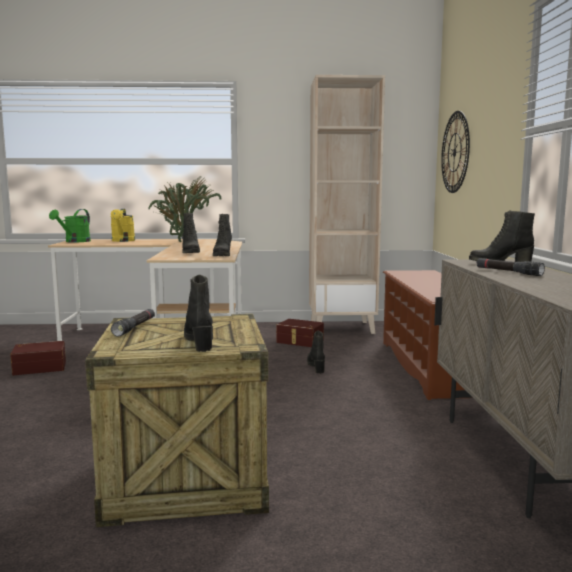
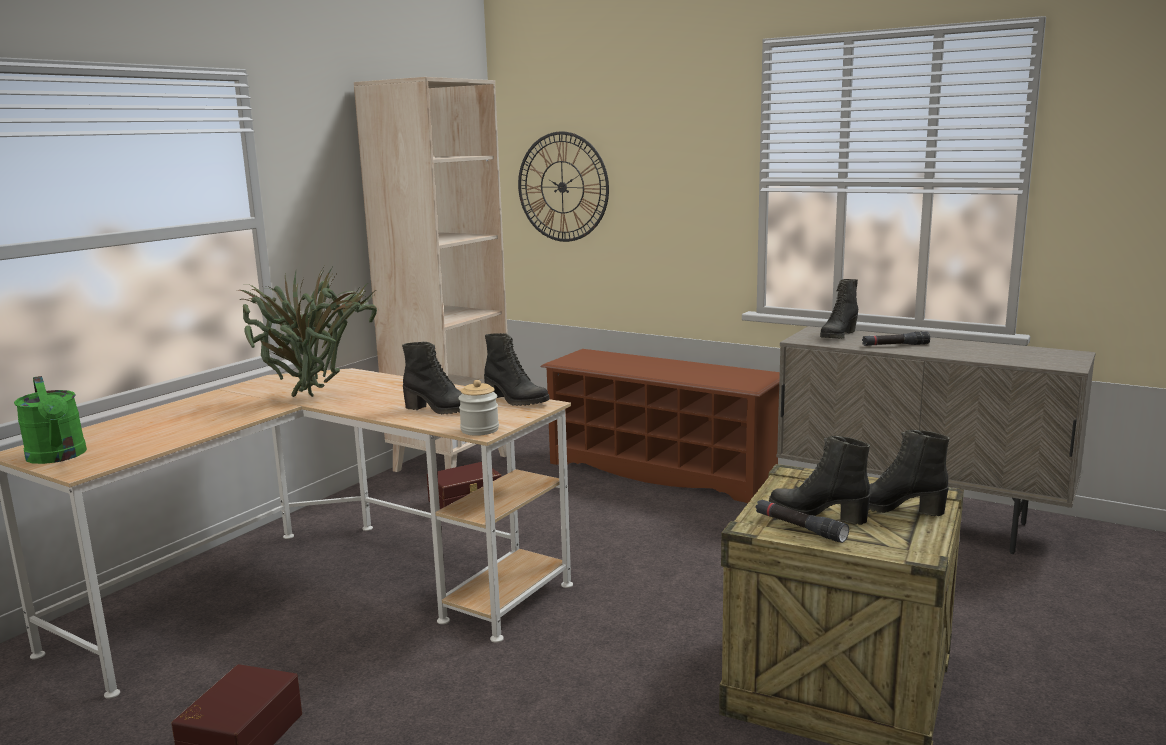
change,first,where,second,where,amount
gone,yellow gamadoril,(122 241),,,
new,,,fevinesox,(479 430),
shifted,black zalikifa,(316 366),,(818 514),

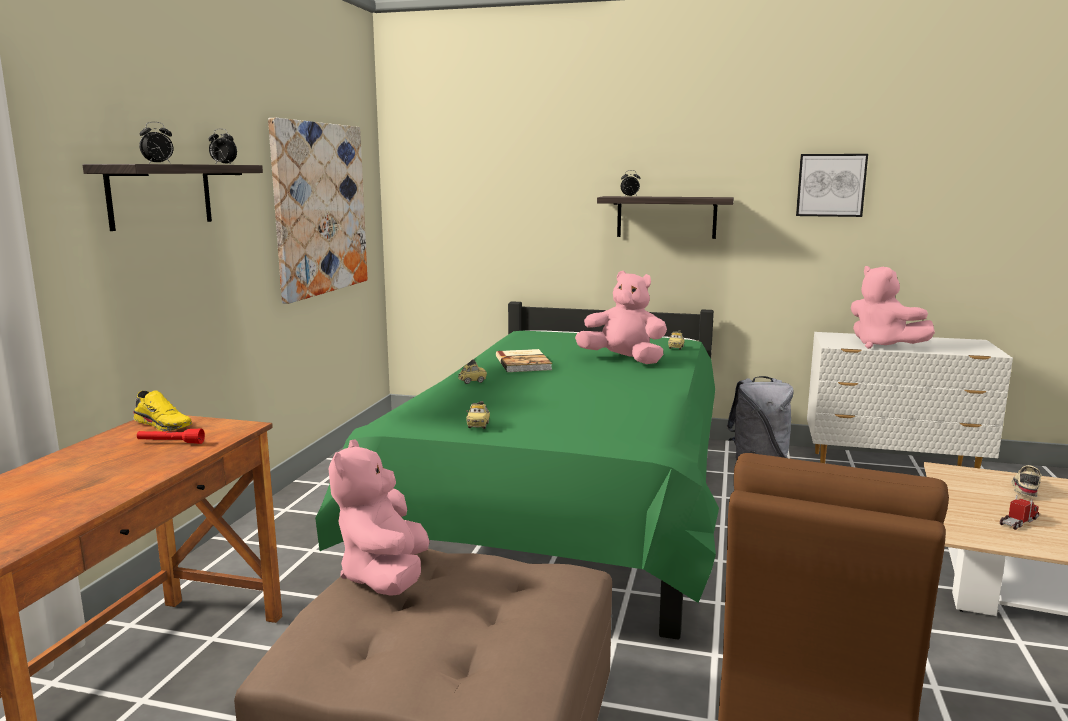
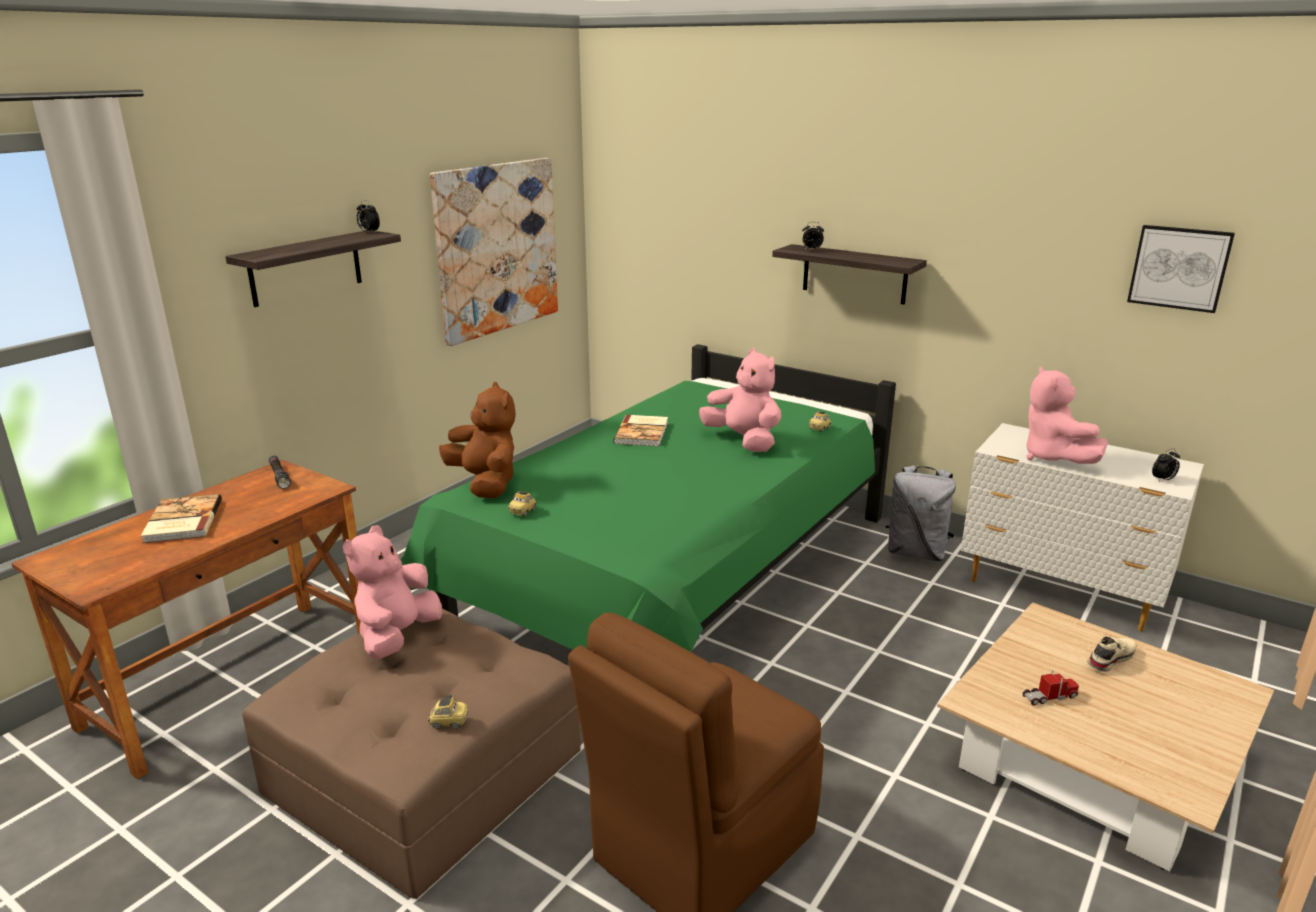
change,first,where,second,where,amount
gone,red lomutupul,(170 442),,,
new,,,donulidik,(181 521),
new,,,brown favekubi,(485 484),
shifted,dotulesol,(159 163),,(1163 480),
shifted,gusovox,(472 381),,(449 722),
shifted,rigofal,(831 185),,(1179 268),
swapped,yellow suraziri,(164 425),black lomutupul,(279 476),

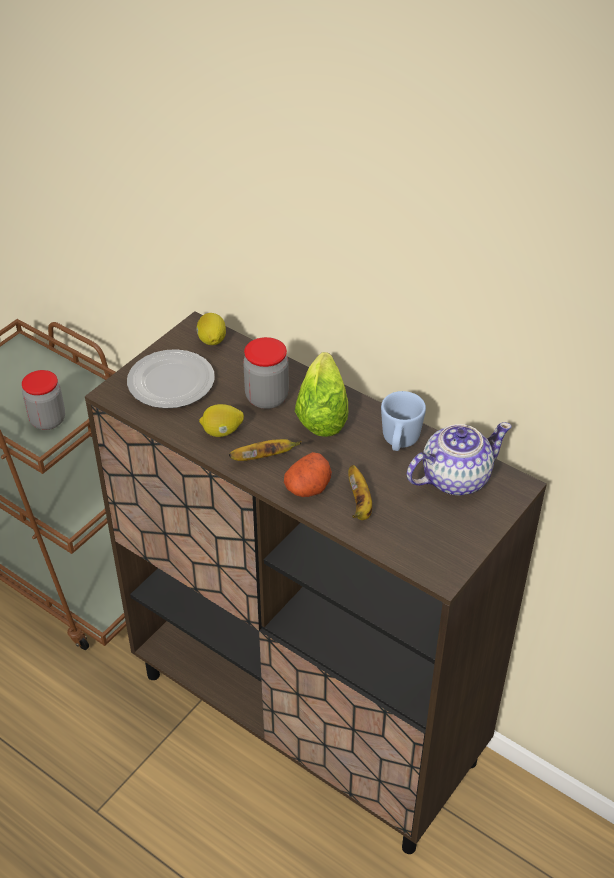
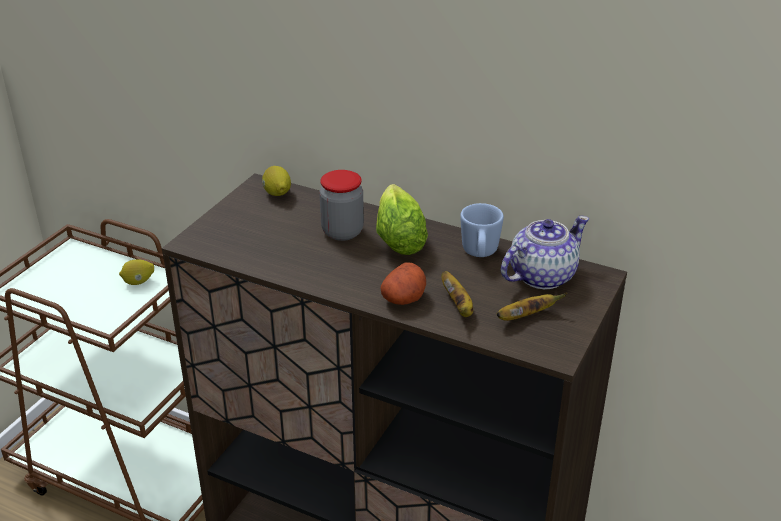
change,first,where,second,where,amount
gone,fevinesox,(47 420),,,
gone,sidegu,(171 382),,,
shifted,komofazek,(222 432),,(138 282),
shifted,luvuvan,(263 457),,(526 316),

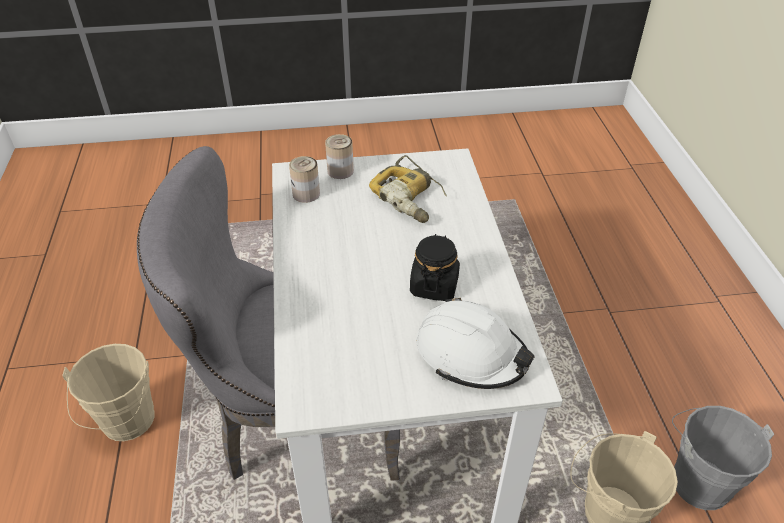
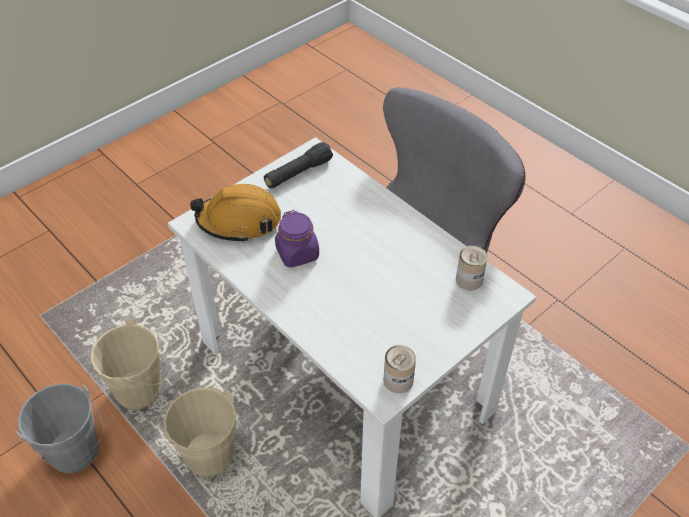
change,first,where,second,where,amount
gone,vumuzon,(411 197),,,
new,,,black lomutupul,(298 173),
shifted,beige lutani,(127 424),,(206 451),
shifted,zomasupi,(340 171),,(398 380),
repainted,black fevinesox,(434 286),purple fevinesox,(297 253),
repainted,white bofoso,(471 354),orange bofoso,(239 221),

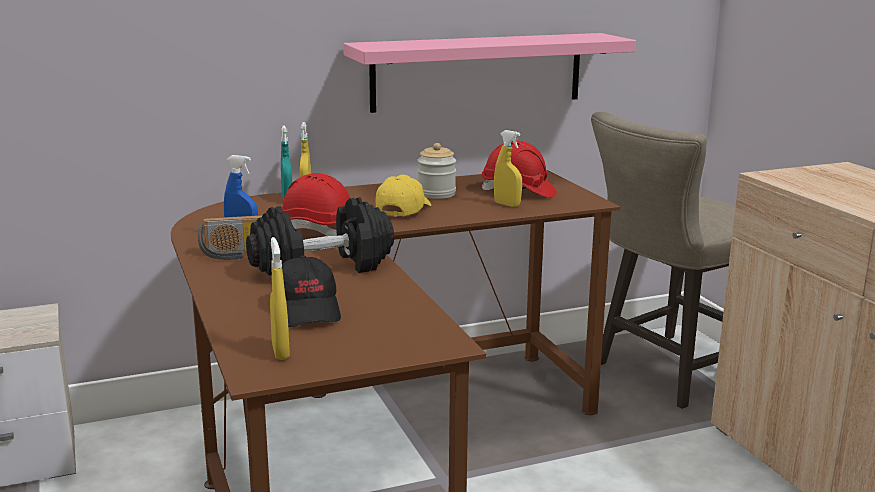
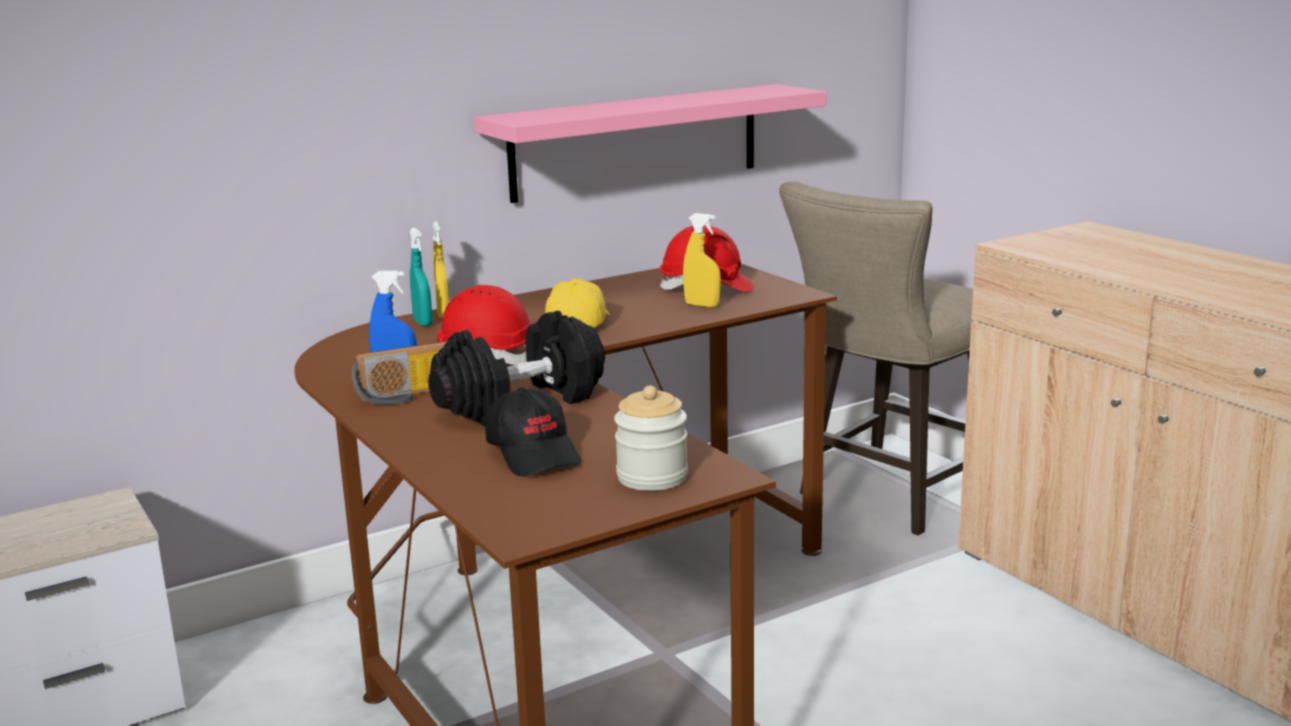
change,first,where,second,where,amount
gone,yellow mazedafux,(280 351),,,
shifted,fevinesox,(436 194),,(652 477),

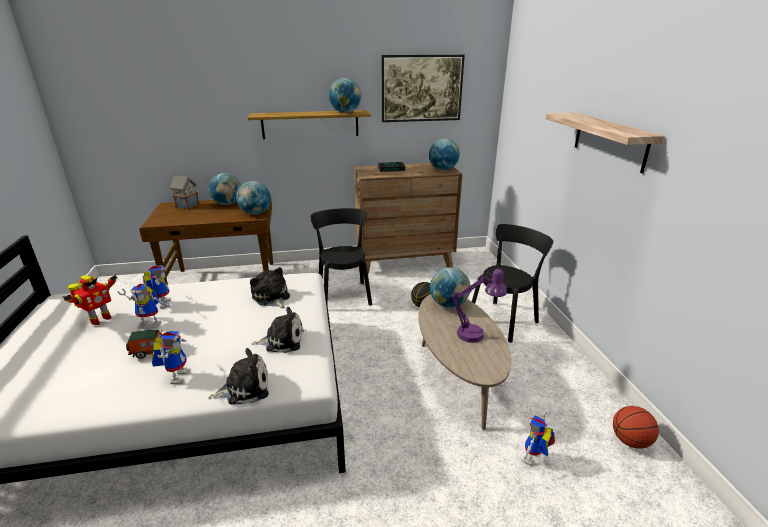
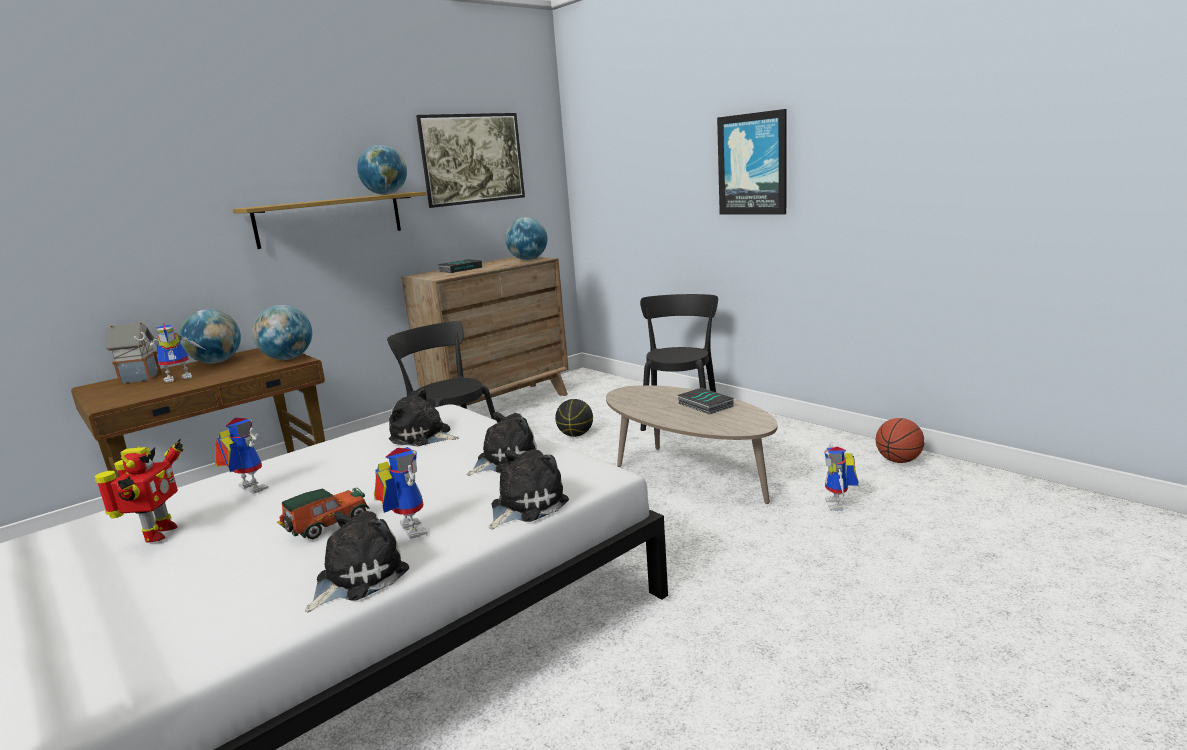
change,first,where,second,where,amount
gone,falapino,(448 304),,,
new,,,favekubi,(357 578),
shifted,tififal,(153 323),,(180 378),
swapped,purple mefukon,(476 334),donulidik,(704 405),
swapped,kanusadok,(609 141),rigofal,(752 164),

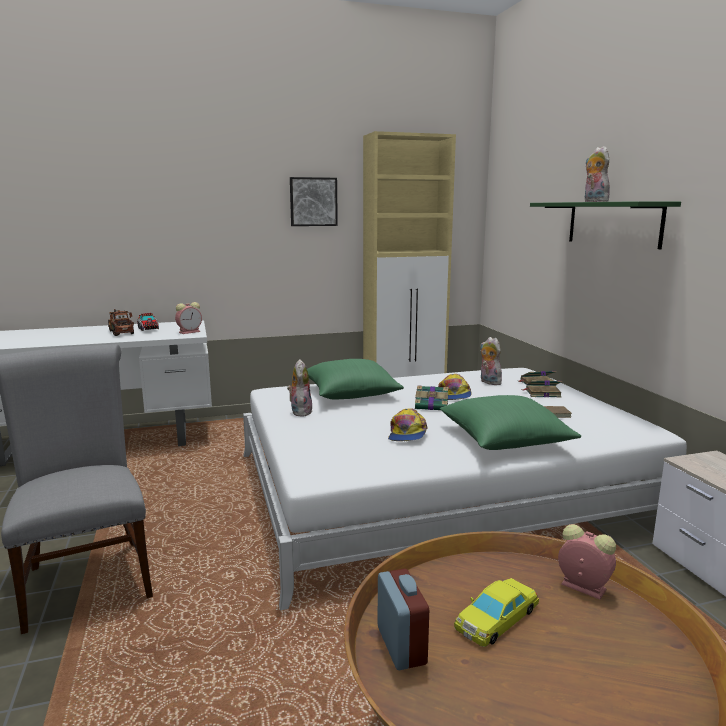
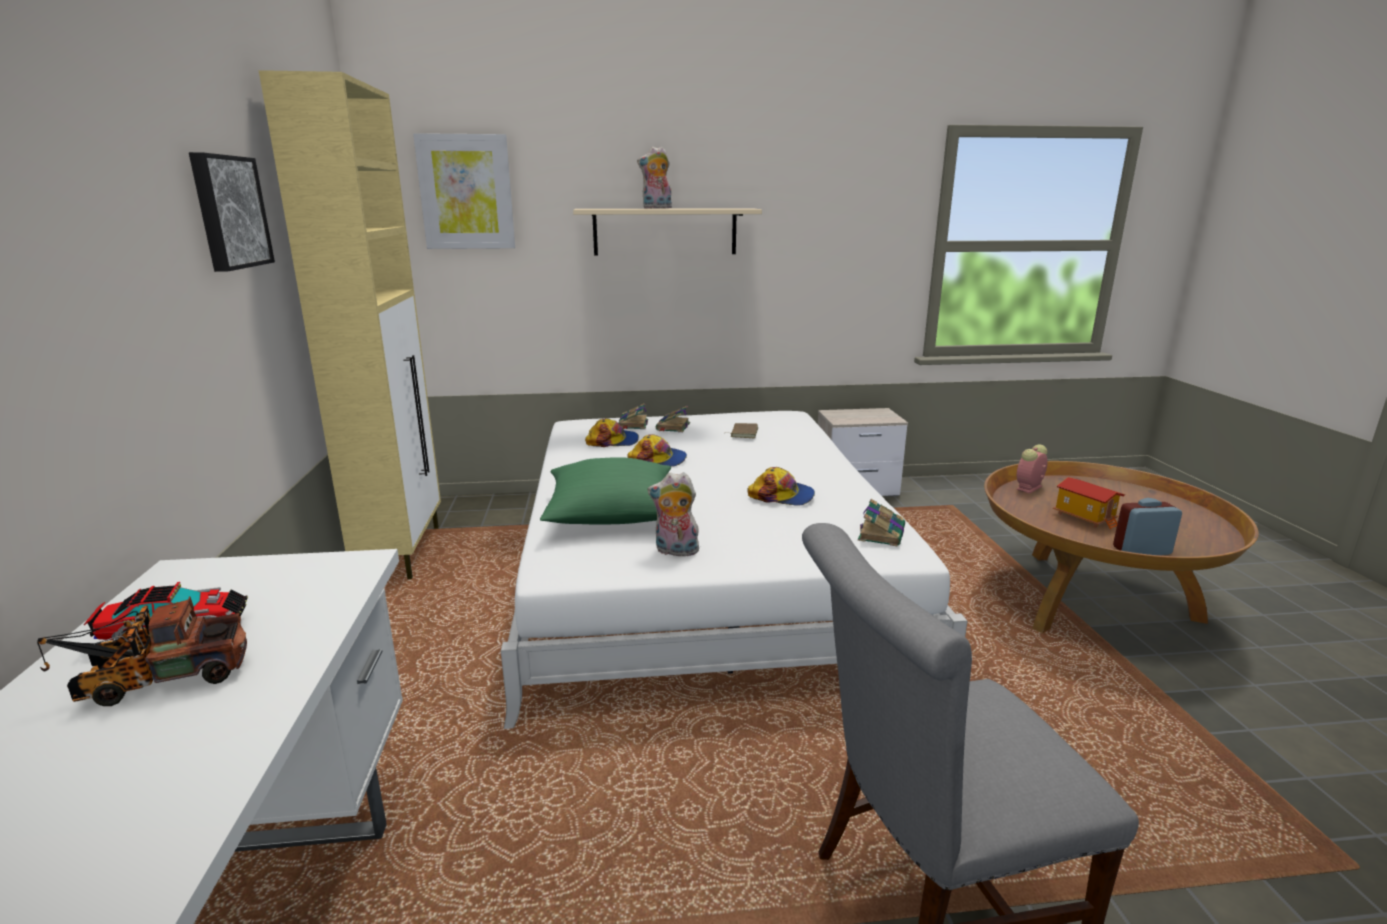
change,first,where,second,where,amount
gone,dotulesol,(190 332),,,
gone,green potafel,(504 440),,,
new,,,rigofal,(466 192),
shifted,donulidik,(432 406),,(881 533),
swapped,yellow gusovox,(496 618),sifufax,(1085 518),
swapped,favekubi,(488 382),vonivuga,(613 441),
repainted,green kanusadok,(613 223),beige kanusadok,(665 231),

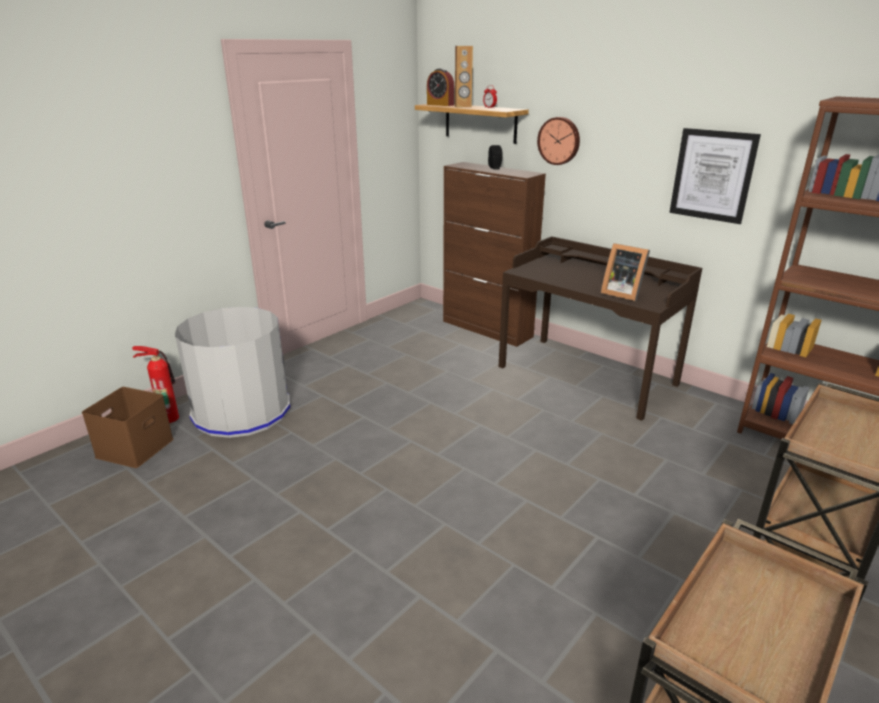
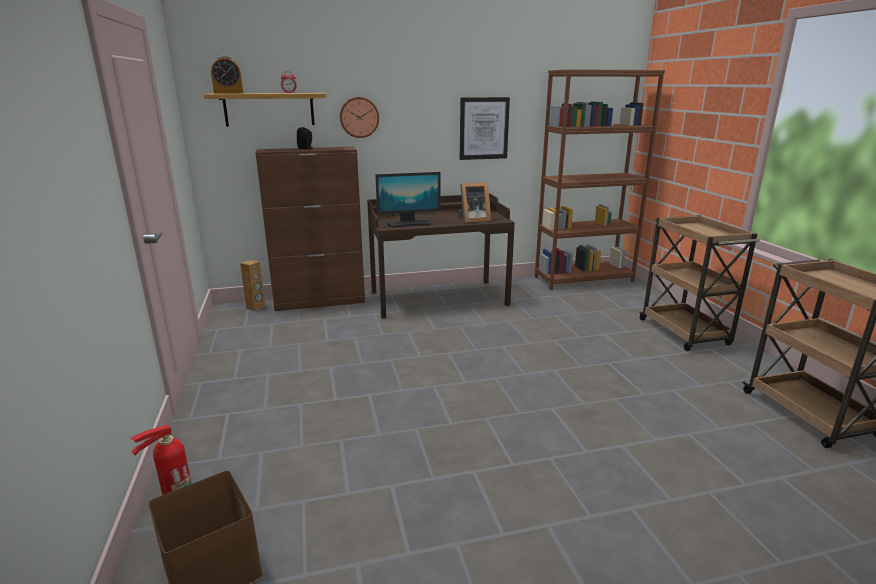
change,first,where,second,where,amount
gone,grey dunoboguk,(242 411),,,
new,,,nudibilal,(409 224),
shifted,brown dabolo,(463 107),,(256 307),

